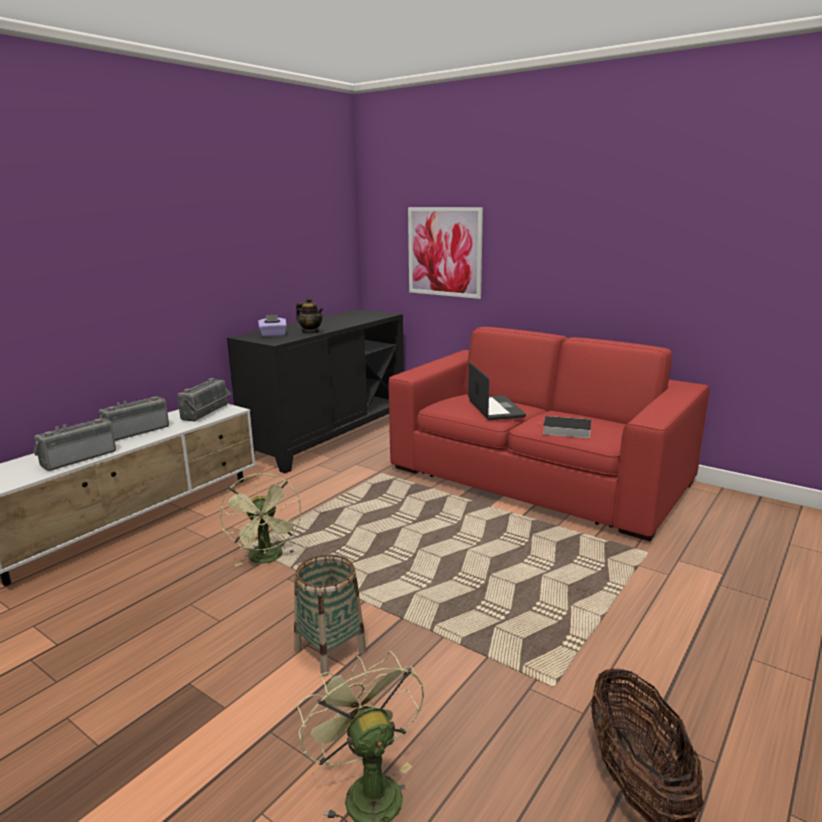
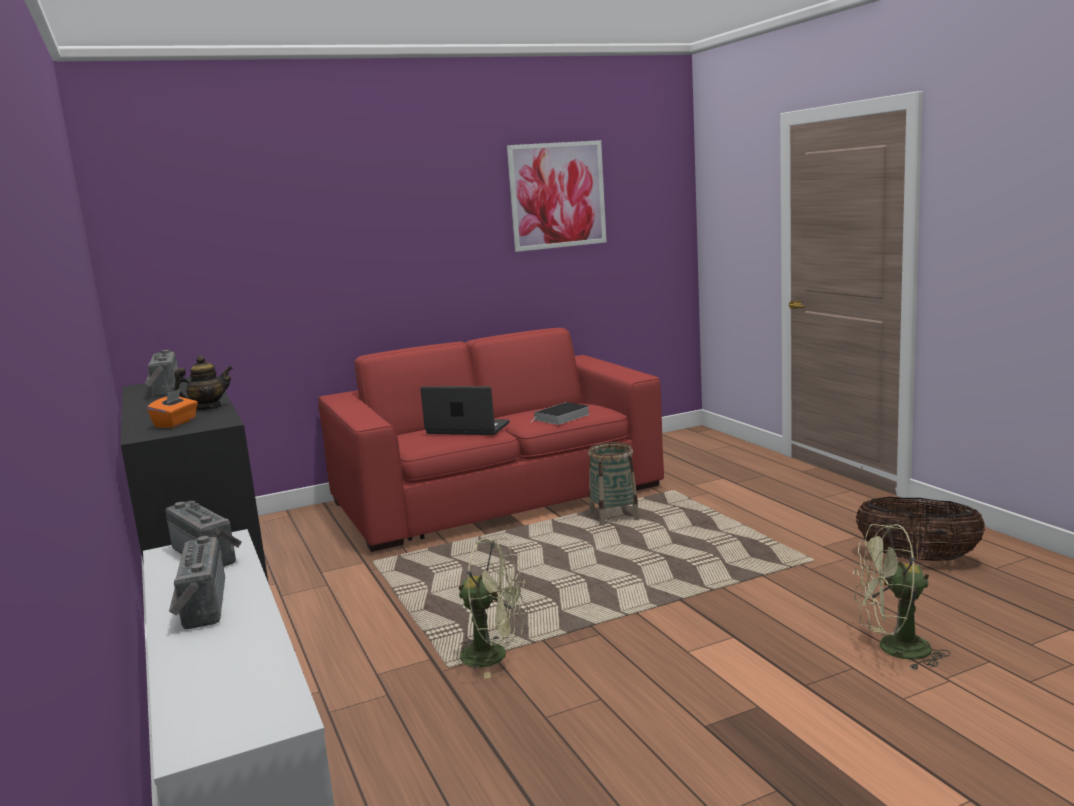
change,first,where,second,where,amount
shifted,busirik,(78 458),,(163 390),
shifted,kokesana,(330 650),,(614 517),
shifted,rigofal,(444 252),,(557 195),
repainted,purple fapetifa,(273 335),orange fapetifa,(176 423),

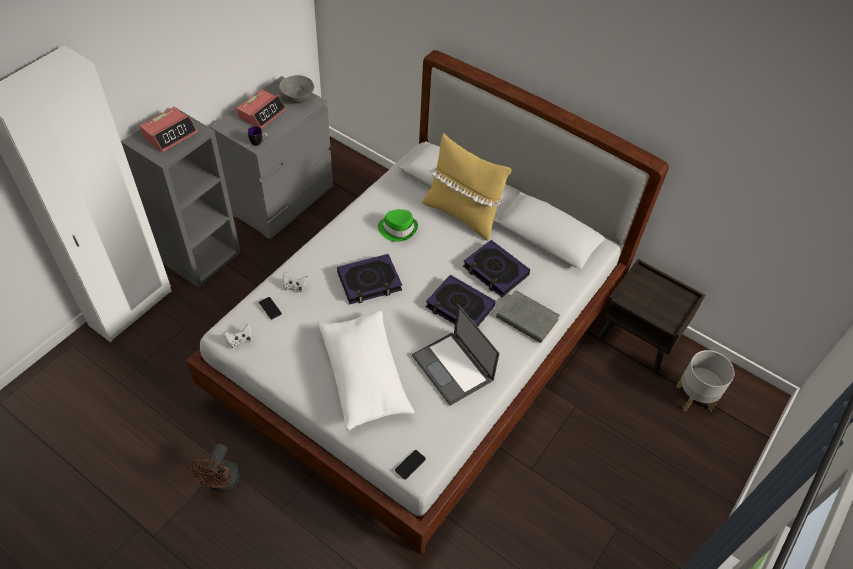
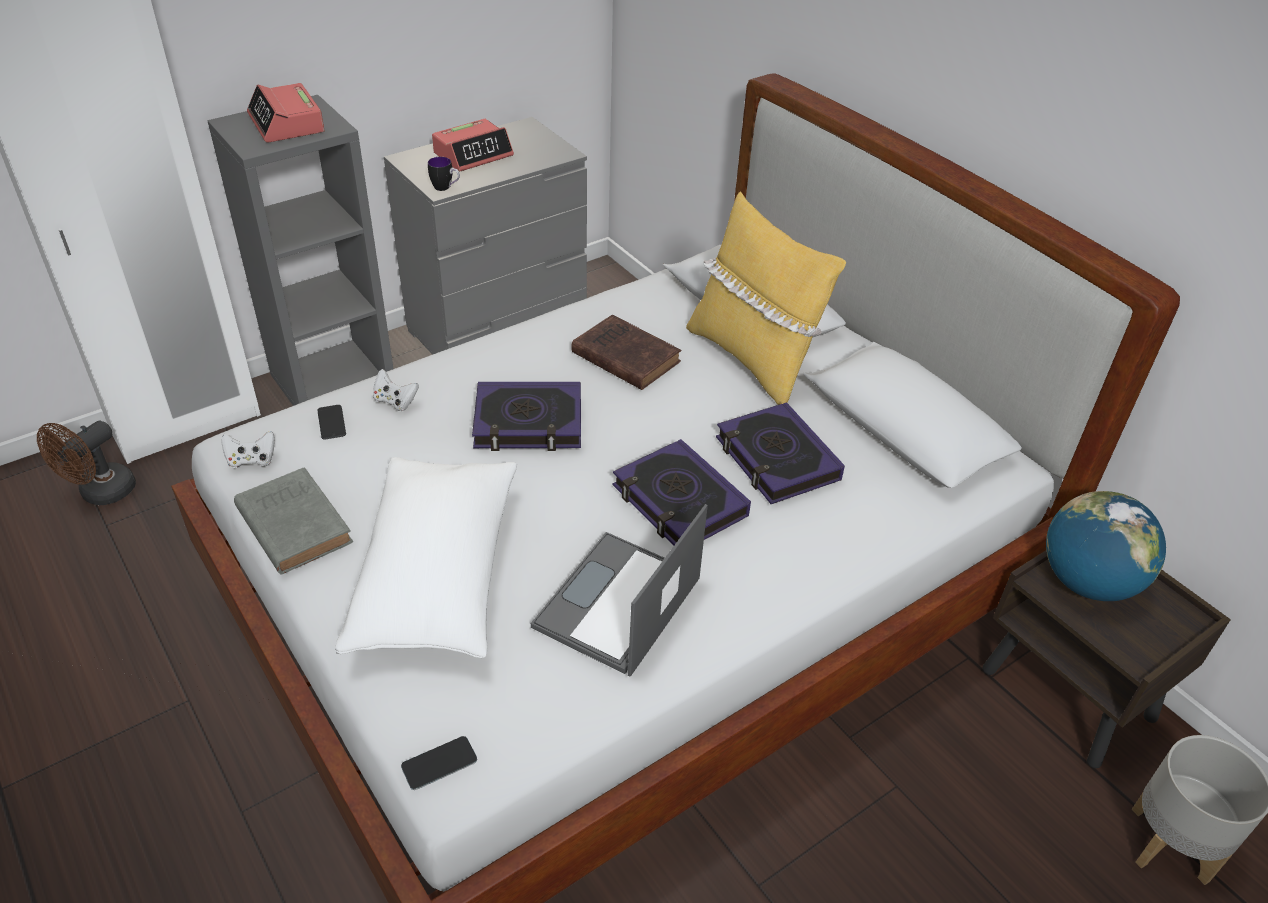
change,first,where,second,where,amount
gone,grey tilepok,(298 98),,,
new,,,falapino,(1087 582),
shifted,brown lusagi,(221 482),,(101 494),
shifted,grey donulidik,(525 318),,(292 523),
swapped,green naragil,(398 229),brown donulidik,(623 356),
rotated,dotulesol,(170 134),,(286 124),90 degrees clockwise
rotated,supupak,(453 368),,(617 604),45 degrees clockwise

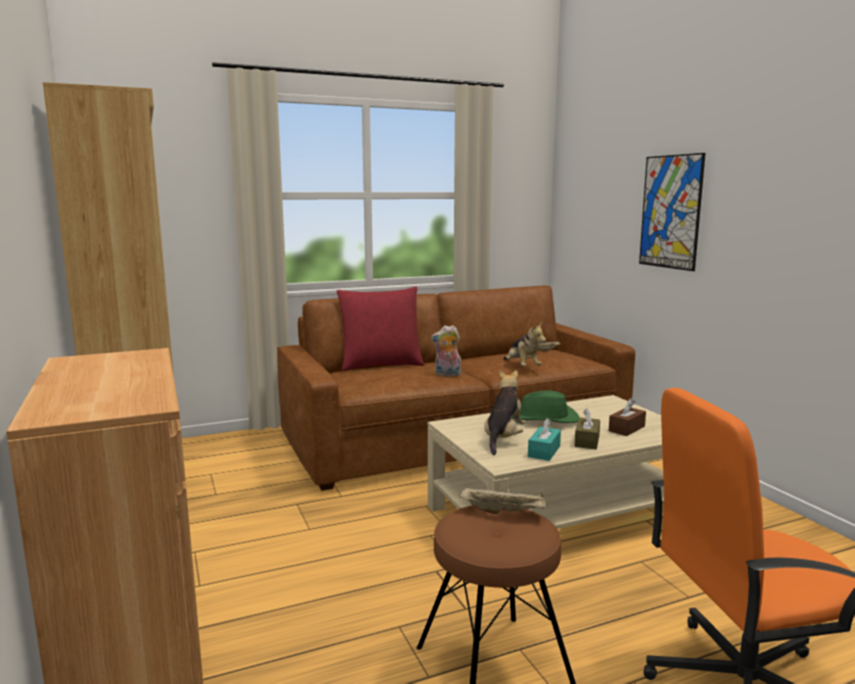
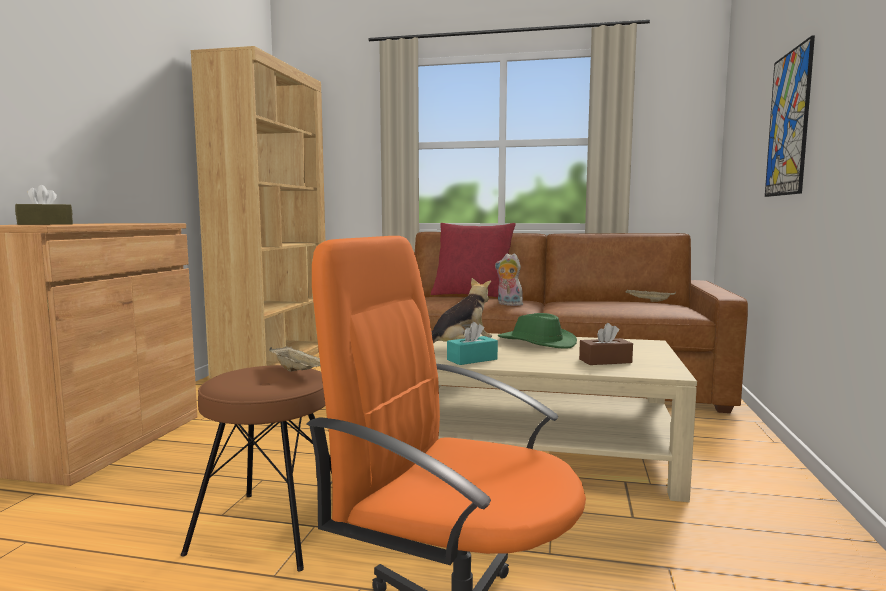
change,first,where,second,where,amount
gone,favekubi,(522 367),,,
shifted,brown fapetifa,(587 441),,(45 224),

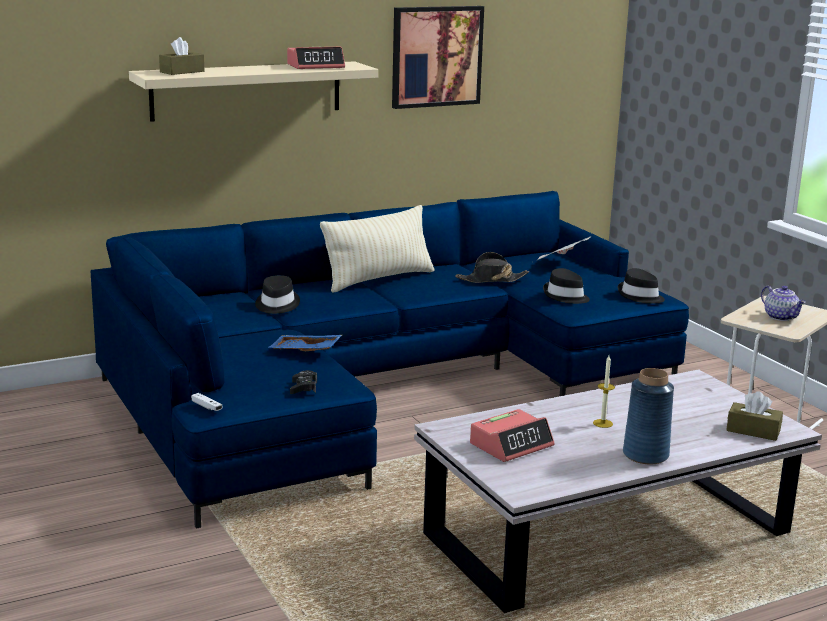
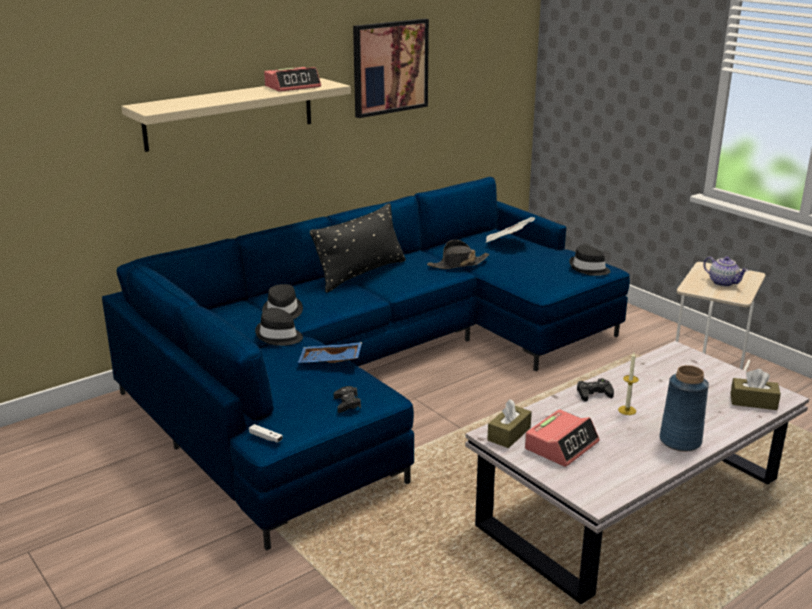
change,first,where,second,where,amount
new,,,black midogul,(594 394),
shifted,brown fapetifa,(182 72),,(509 434),
shifted,black naragil,(565 296),,(279 336),
repainted,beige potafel,(379 279),black potafel,(361 274),

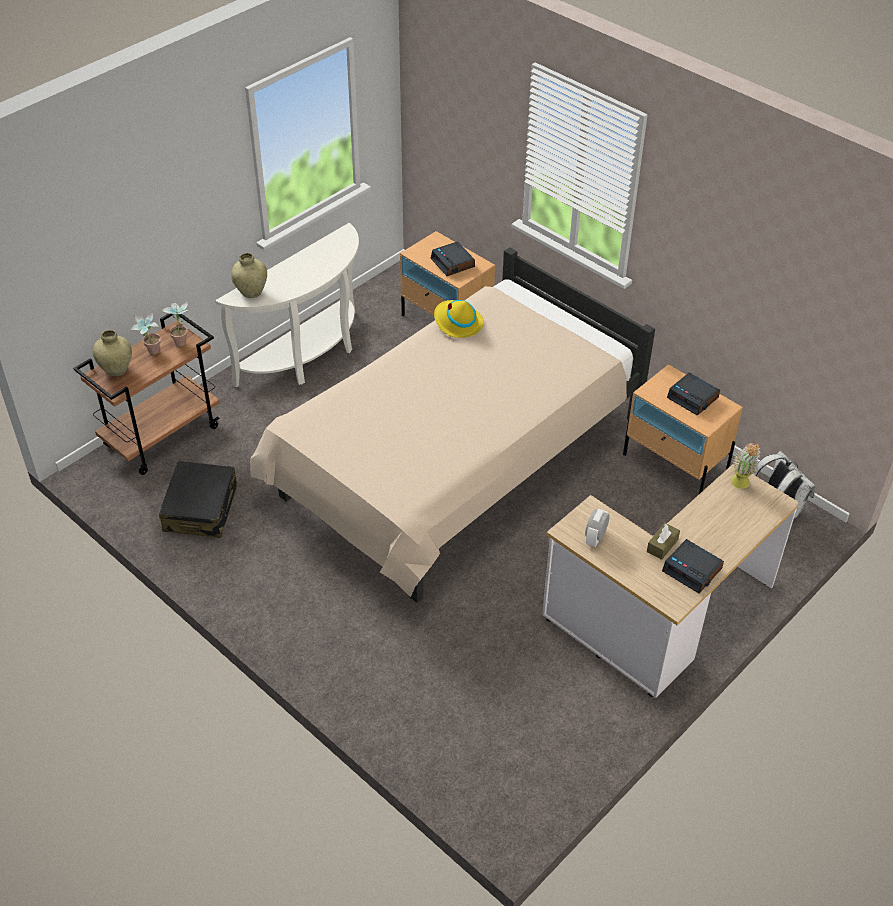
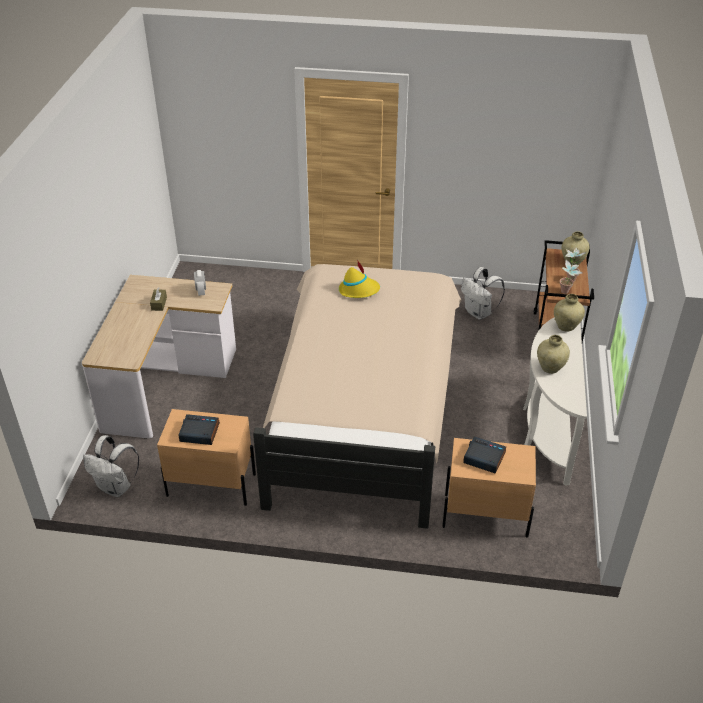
change,first,where,second,where,amount
gone,dotulesol,(692 570),,,
gone,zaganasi,(741 485),,,
new,,,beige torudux,(550 368),
shifted,yellow naragil,(457 322),,(359 290),
swapped,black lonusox,(201 509),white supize,(479 313),

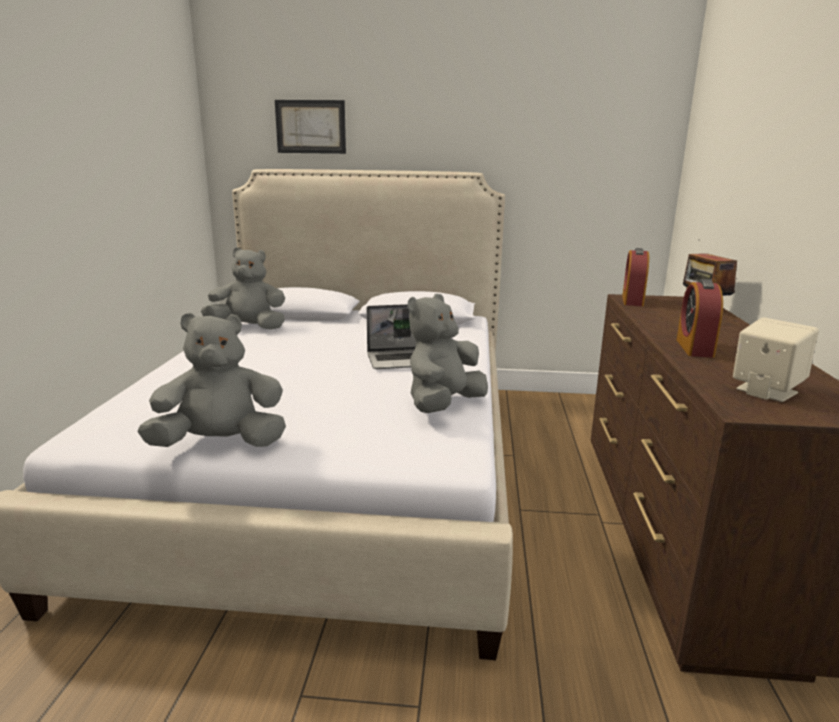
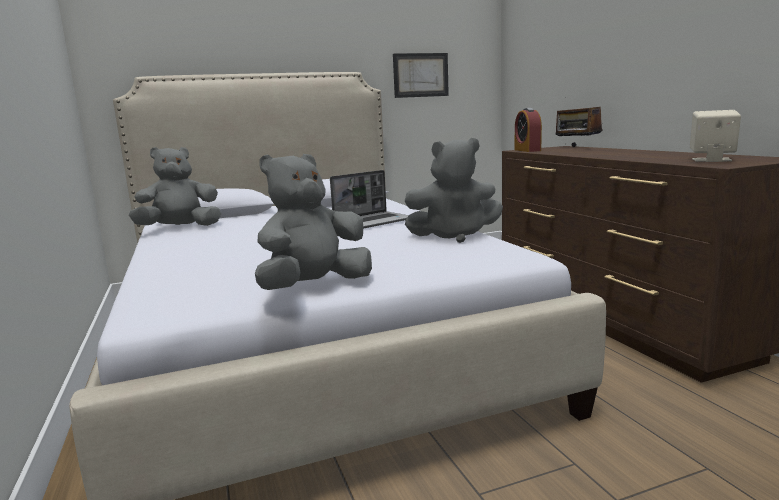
change,first,where,second,where,amount
gone,dotulesol,(694 348),,,
shifted,rigofal,(311 127),,(420 75),
rotated,grey favekubi,(443 405),,(454 236),105 degrees counterclockwise

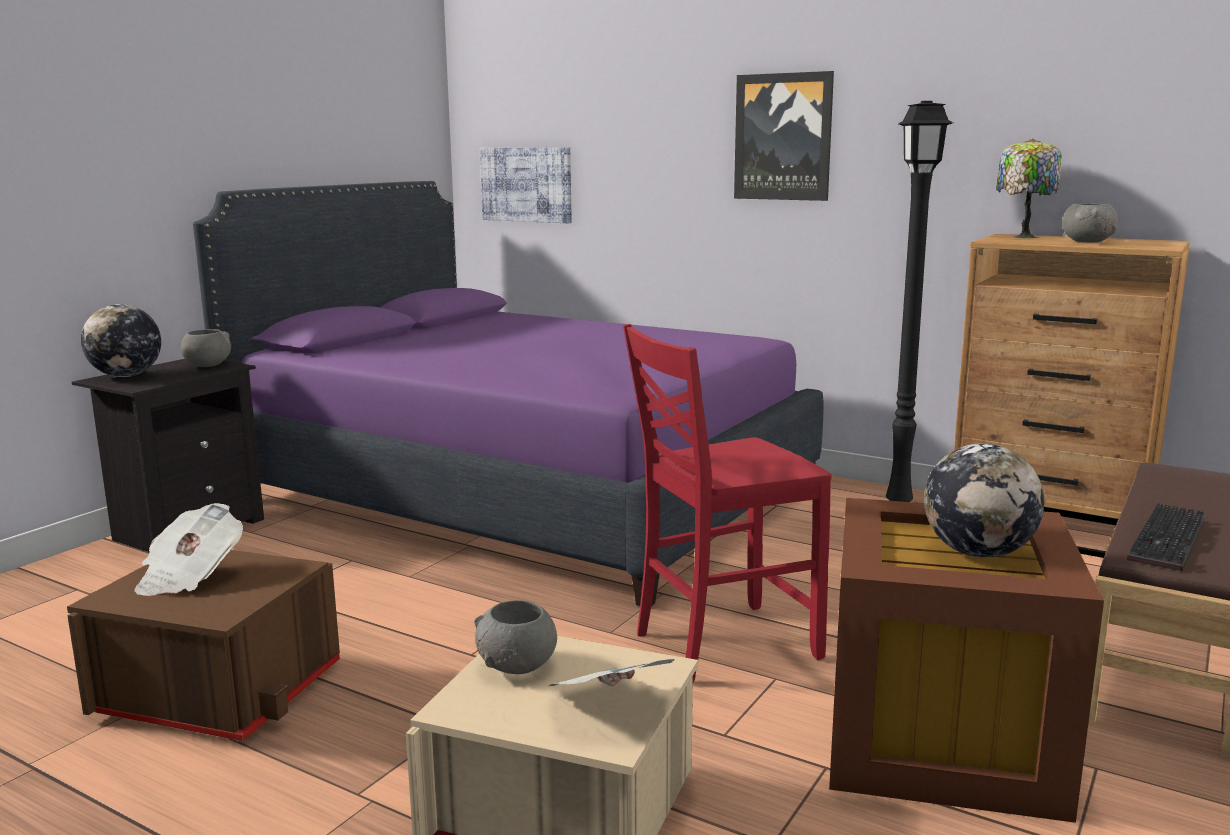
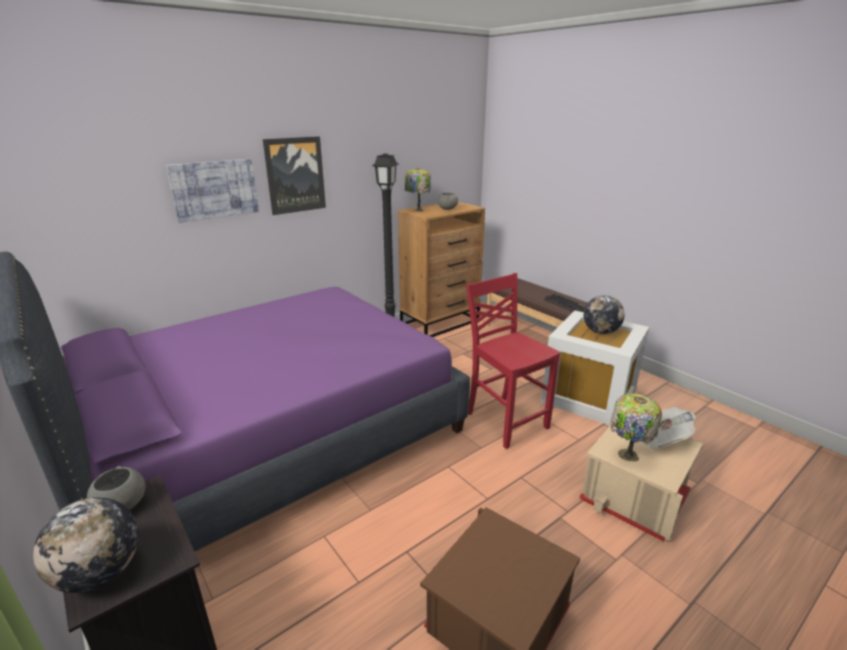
change,first,where,second,where,amount
gone,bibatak,(189 577),,,
shifted,rigofal,(526 184),,(214 189),
swapped,grey tilepok,(518 666),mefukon,(626 455),
repainted,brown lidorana,(945 743),white lidorana,(590 396),
rotated,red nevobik,(721 644),,(505 420),150 degrees clockwise

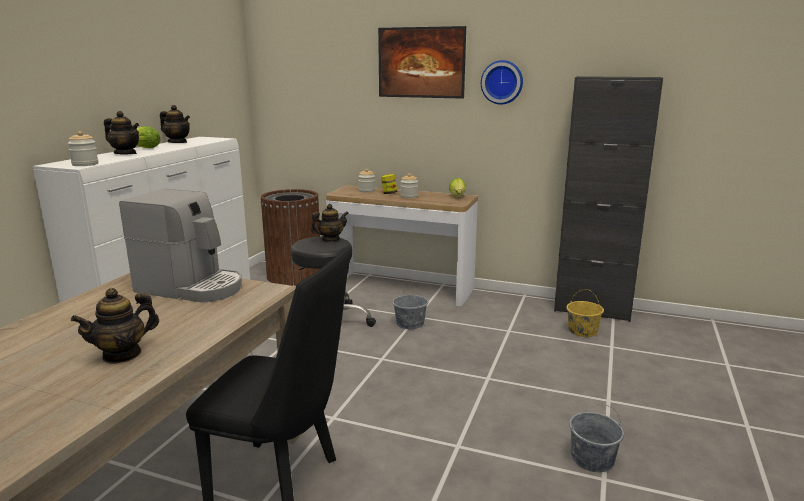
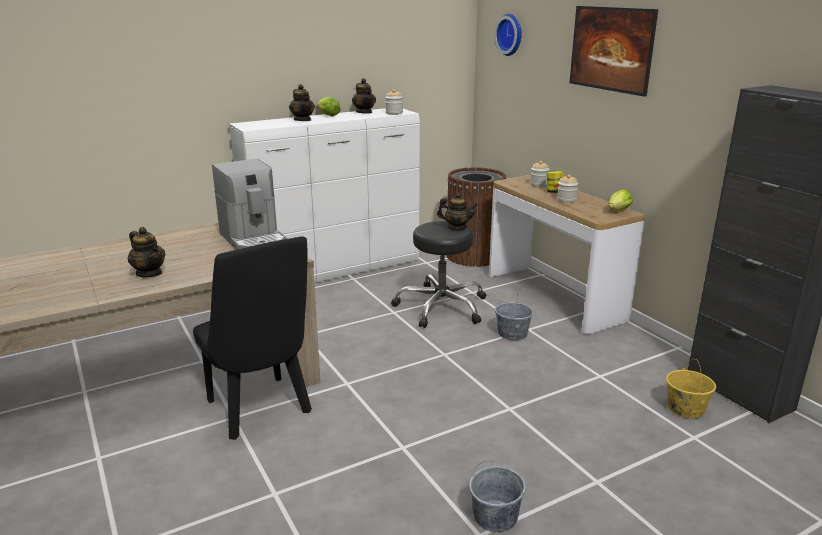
change,first,where,second,where,amount
shifted,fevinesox,(85 164),,(394 113),
shifted,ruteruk,(502 82),,(511 34),
rotated,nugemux,(122 354),,(149 273),135 degrees counterclockwise

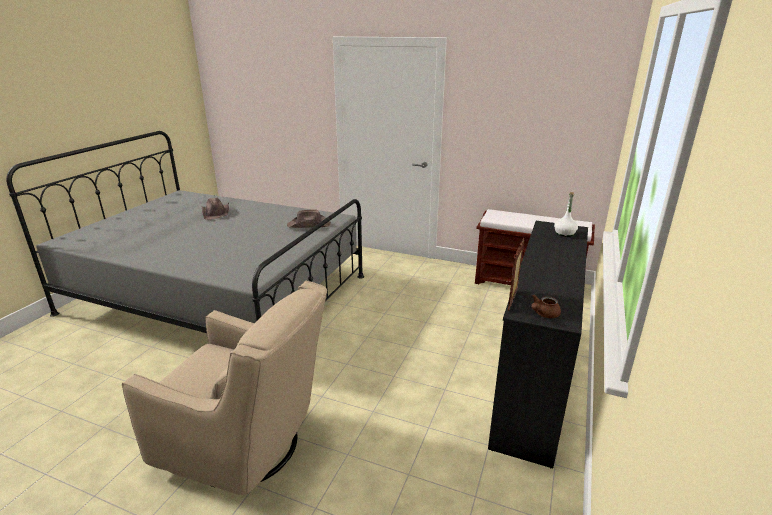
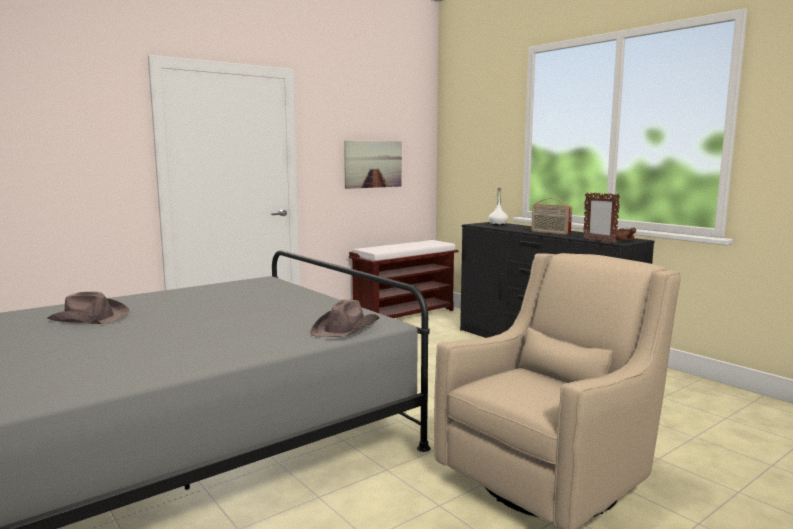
change,first,where,second,where,amount
new,,,rigofal,(373 164),
new,,,busirik,(550 233),
shifted,brown naragil,(309 225),,(346 328),

